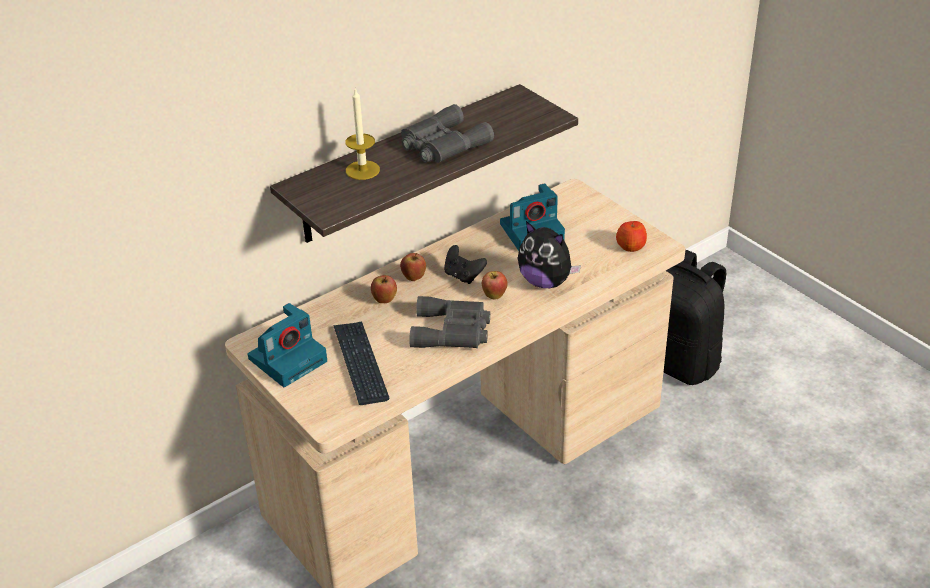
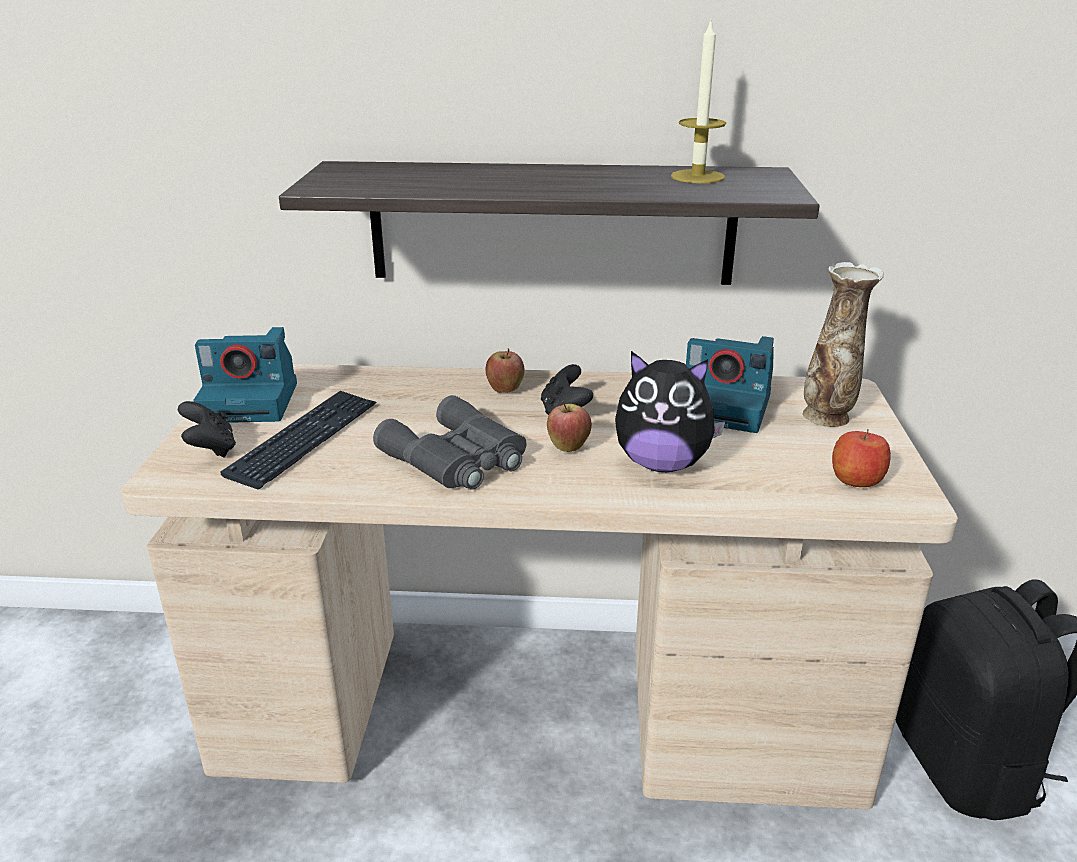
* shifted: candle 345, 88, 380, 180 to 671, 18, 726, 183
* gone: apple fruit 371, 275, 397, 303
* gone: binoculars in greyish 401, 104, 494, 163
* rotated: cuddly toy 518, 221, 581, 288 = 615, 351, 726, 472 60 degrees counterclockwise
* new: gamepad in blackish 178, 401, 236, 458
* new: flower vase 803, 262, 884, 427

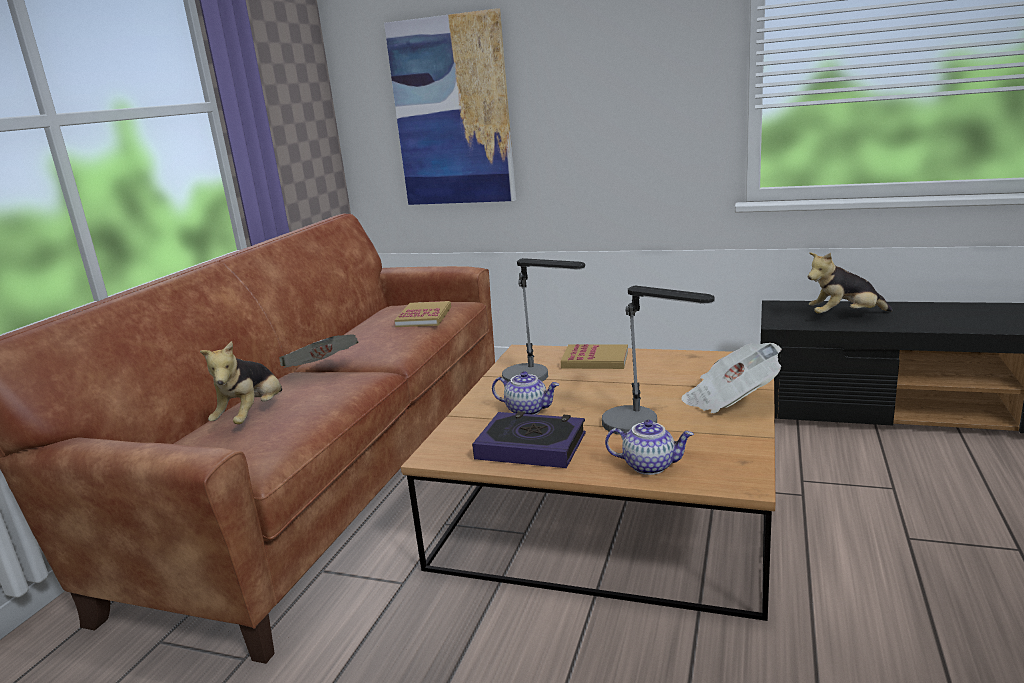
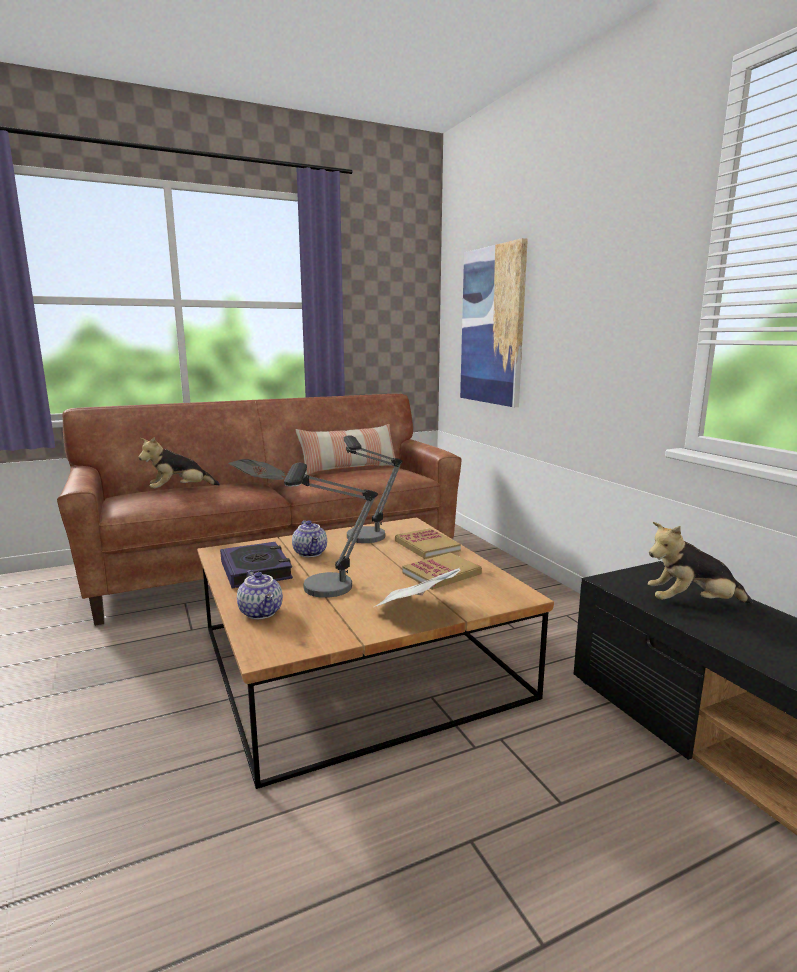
* shifted: volume 395, 301, 451, 327 to 403, 553, 482, 590
* rotated: cuddly toy 808, 252, 893, 314 = 648, 522, 752, 604 45 degrees counterclockwise
* new: throw pillow 295, 424, 395, 475

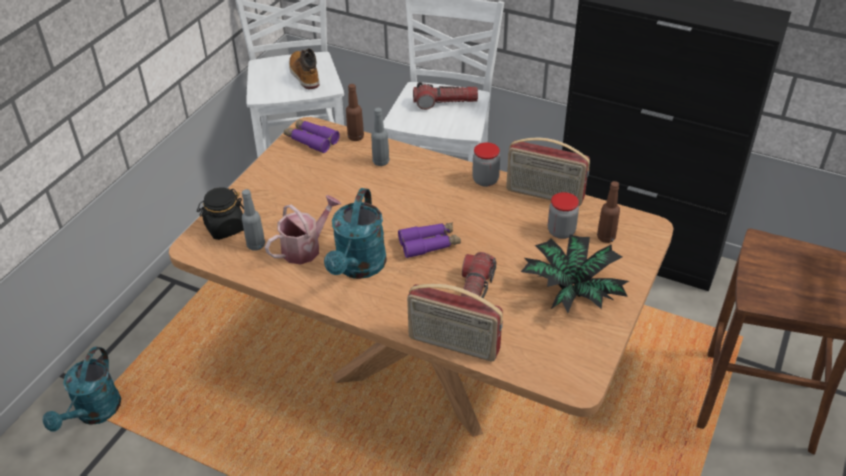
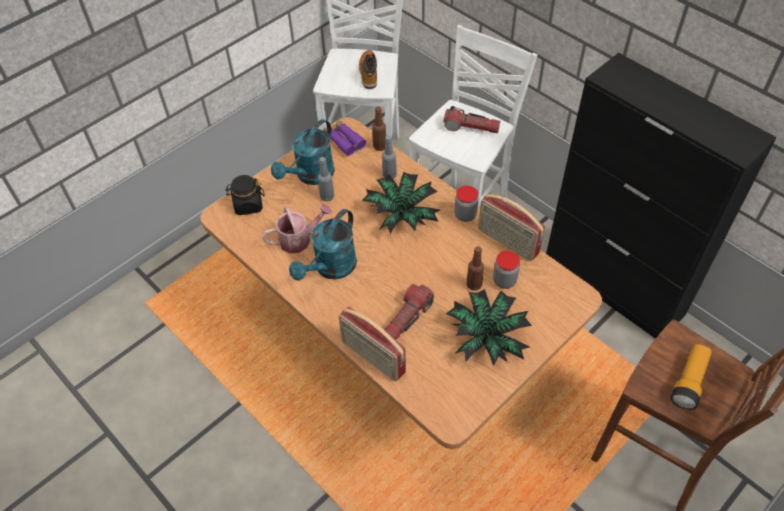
* shifted: watering can in blue-green 43, 347, 121, 432 to 271, 119, 335, 185
* shifted: beverage bottle in greyish 242, 189, 265, 251 to 318, 157, 334, 201
* gone: binoculars in purple-coloured 398, 222, 461, 258
* shifted: beverage bottle in brown 597, 181, 620, 243 to 466, 246, 484, 291
* new: houseplant 362, 172, 440, 234
* new: hand torch 671, 344, 712, 410

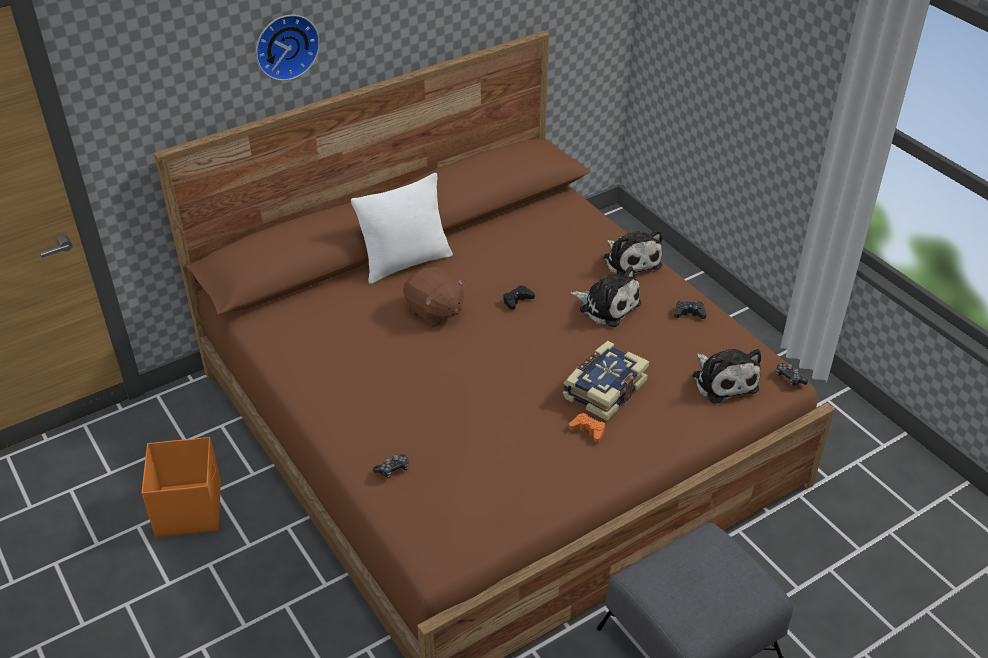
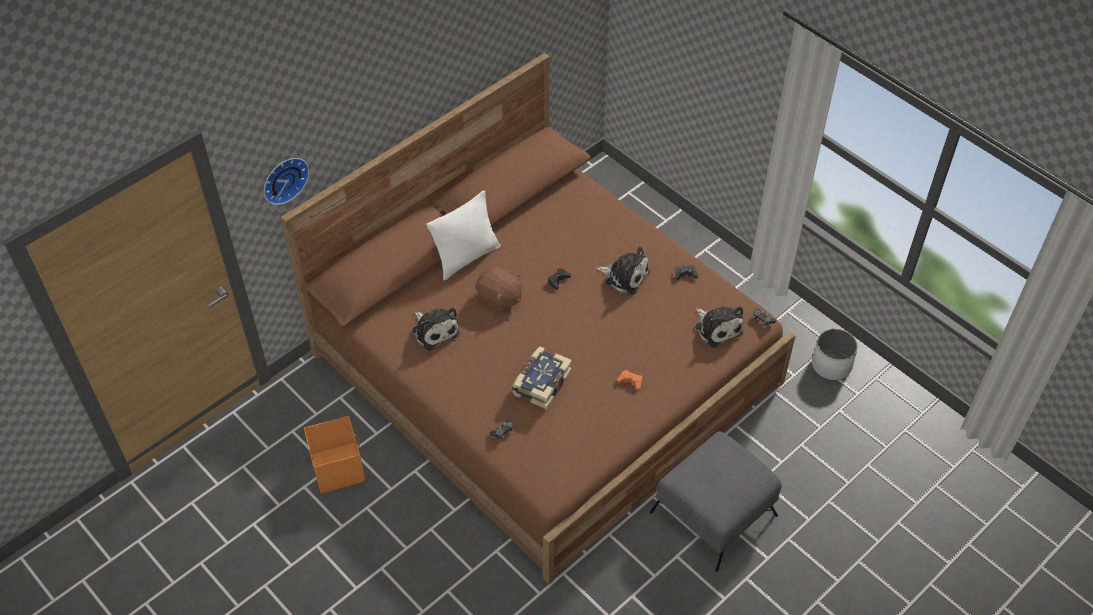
* shifted: hanging clock 256, 15, 320, 81 to 264, 158, 309, 205
* shifted: volume 563, 341, 649, 421 to 512, 346, 572, 410
* shifted: cuddly toy 603, 229, 662, 275 to 412, 307, 460, 351
* new: planter in white 812, 328, 858, 380

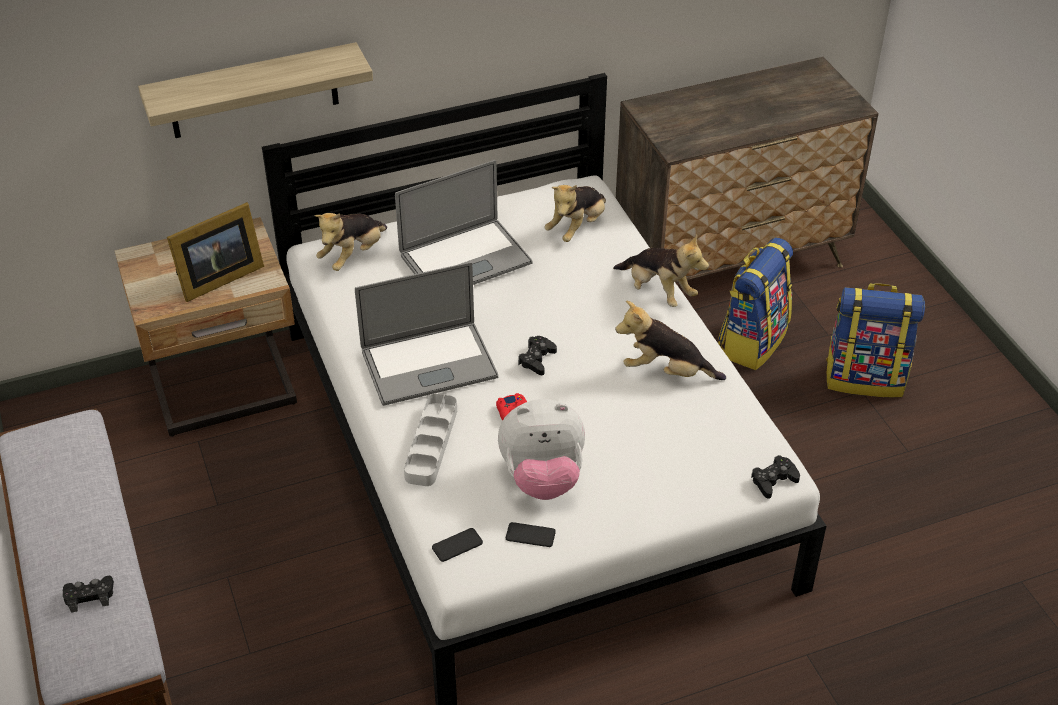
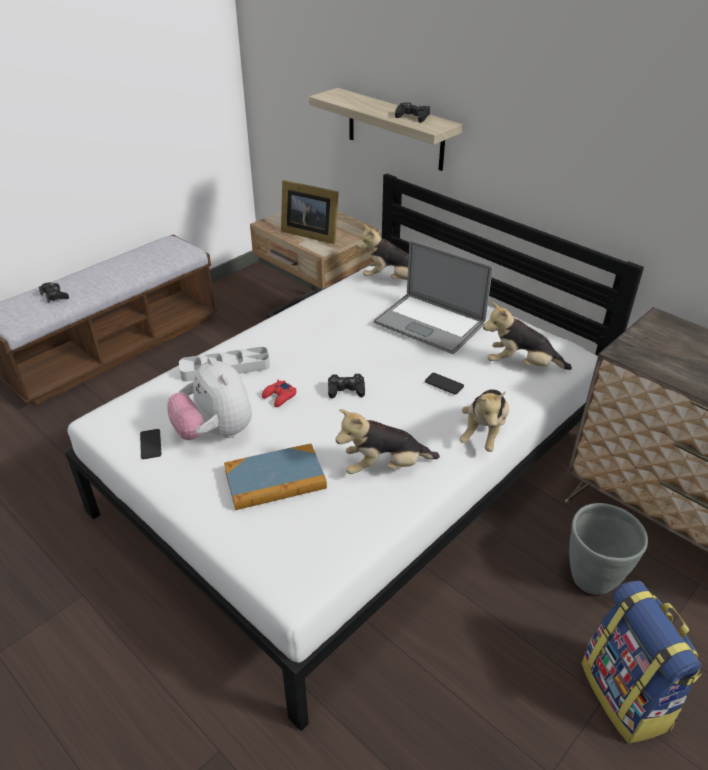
* gone: portable computer 355, 262, 498, 406
* shifted: phone 432, 528, 483, 562 to 425, 373, 464, 395
* rotated: cuddly toy 615, 301, 726, 380 = 335, 409, 440, 474 90 degrees counterclockwise
* swapped: knapsack 718, 238, 793, 370 to planter in greyish 569, 503, 648, 595
* shifted: gamepad in blackish 751, 455, 800, 499 to 395, 102, 430, 123
* new: volume 224, 444, 327, 510

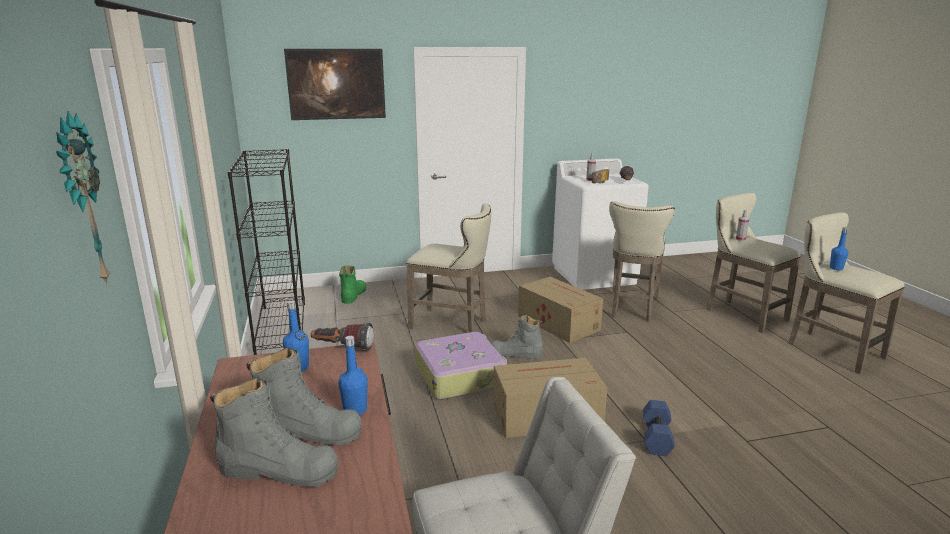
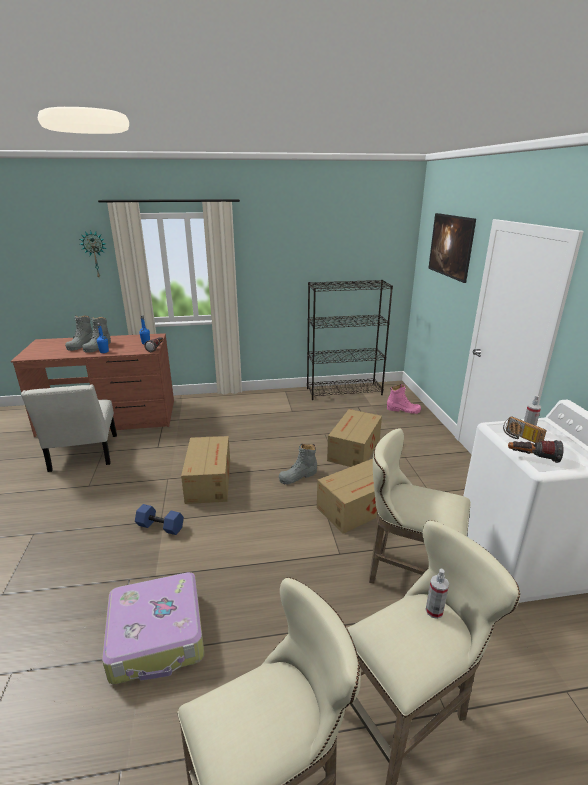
* repainted: high-top boot in green-coloured 339, 265, 366, 304 to high-top boot in pink 387, 384, 421, 414
* swapped: sitting stool in beige 406, 203, 491, 332 to cardboard box 327, 409, 382, 467
* shifted: piece of luggage 415, 332, 507, 400 to 102, 572, 204, 685
* rotated: high-top boot in greyish 491, 315, 543, 359 = 279, 443, 317, 484 135 degrees counterclockwise
* gone: beverage bottle in blue-coloured 830, 227, 849, 270

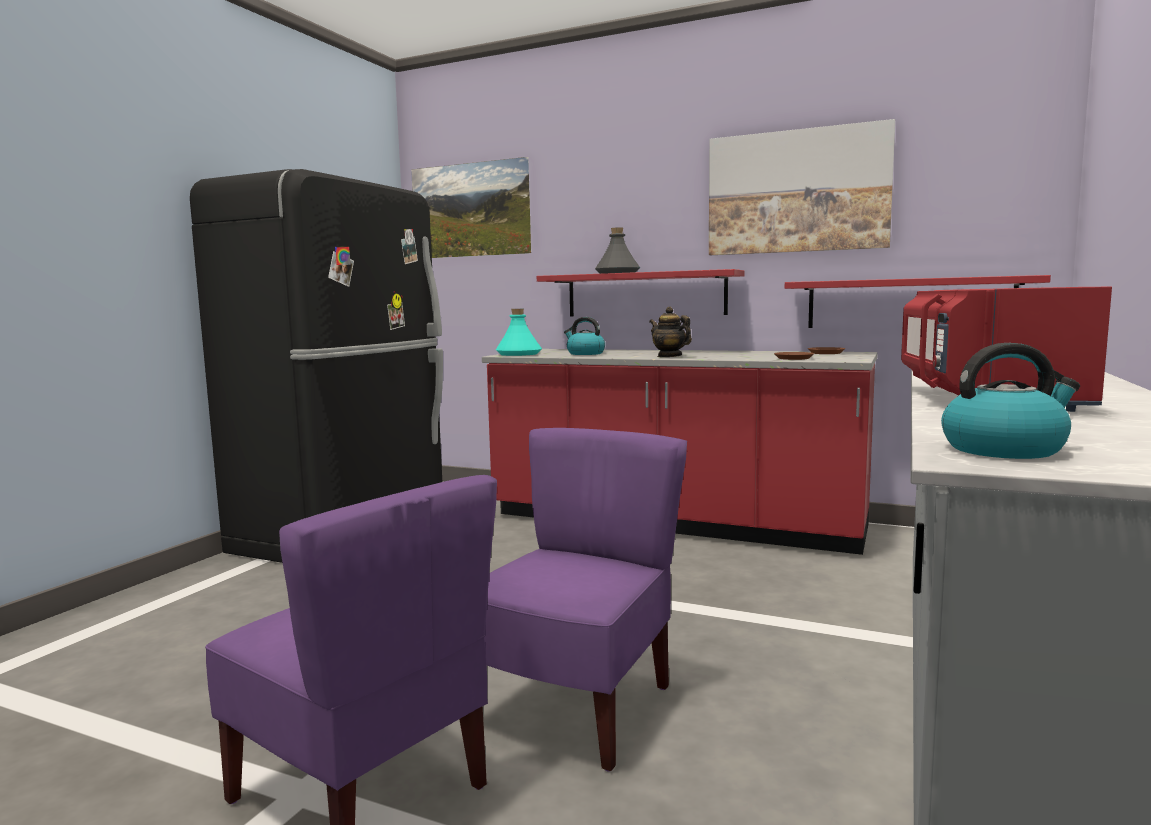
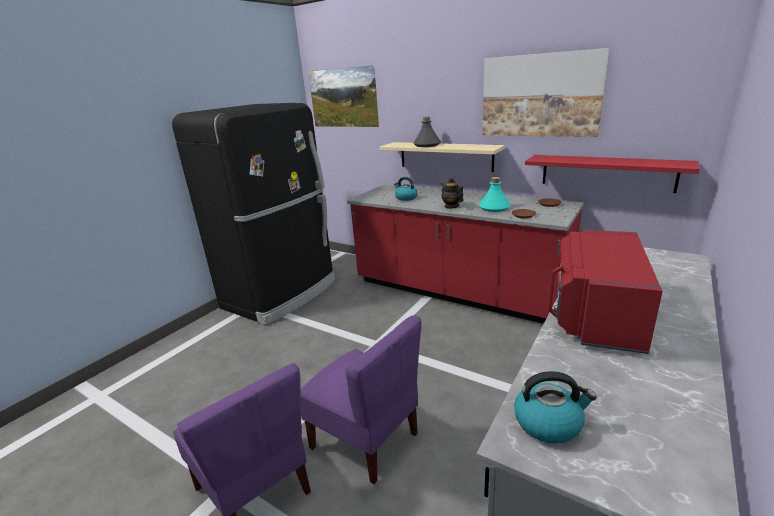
* rotated: upright chair in purple-coloured 484, 428, 687, 771 = 300, 315, 421, 484 90 degrees clockwise
* shifted: beverage bottle in blue-green 496, 309, 542, 356 to 479, 177, 511, 212
* repainted: bracket shelf in red-coloured 537, 269, 745, 317 to bracket shelf in beige 379, 142, 505, 172

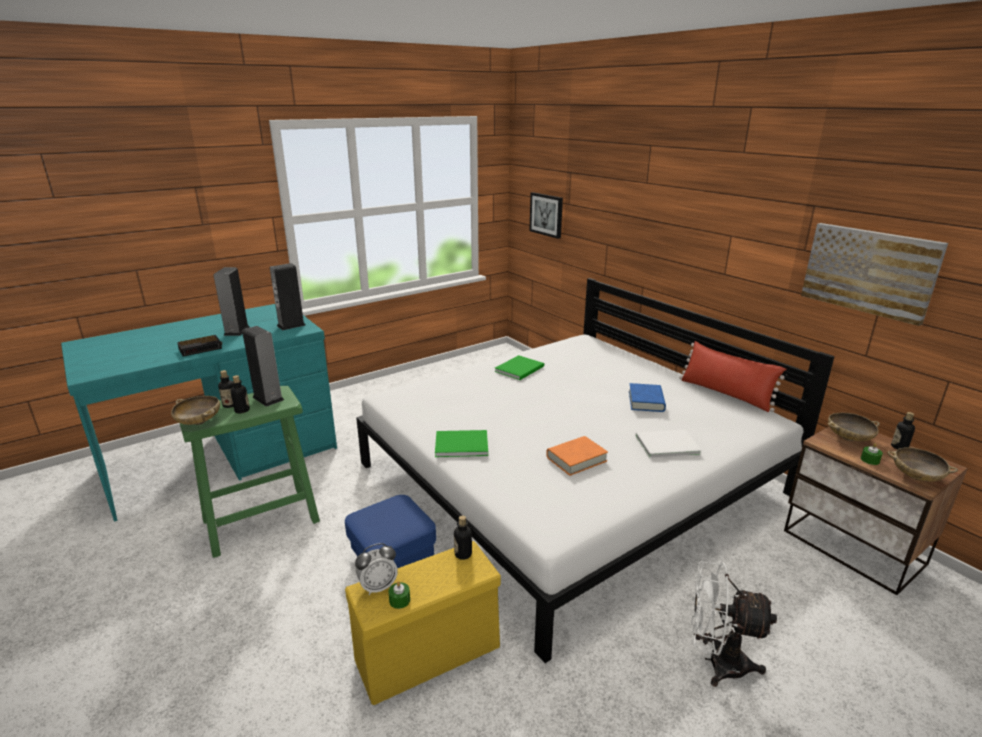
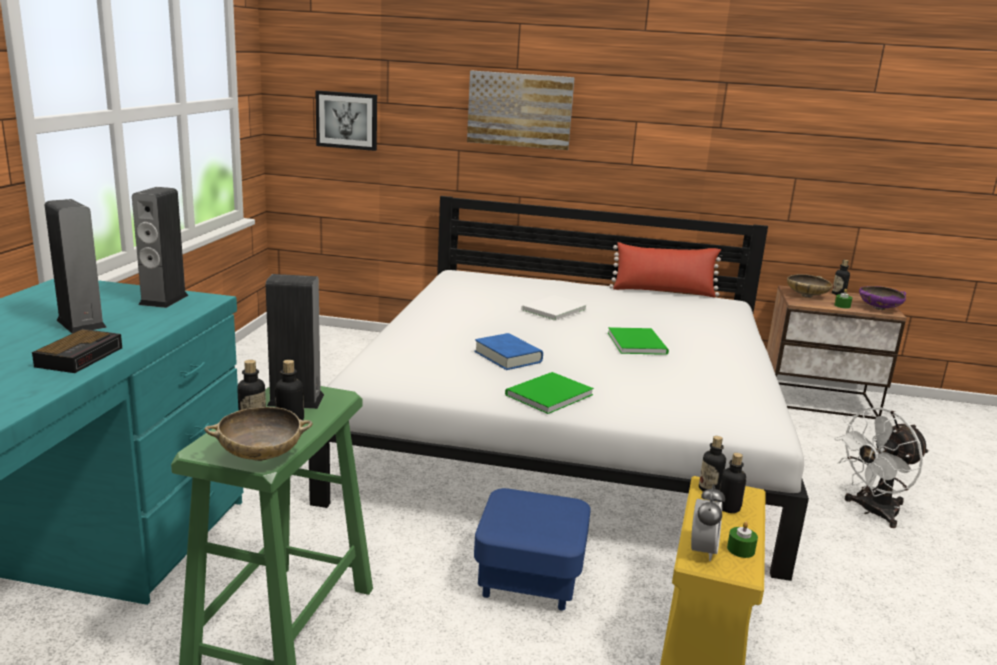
* shifted: volume in green-coloured 495, 355, 544, 380 to 608, 327, 669, 355
* gone: volume in orange-coloured 546, 436, 608, 476
* shifted: volume in blue-coloured 629, 383, 666, 412 to 474, 333, 543, 370
* shifted: volume in white 635, 430, 702, 458 to 521, 295, 587, 321
* shifted: wall picture 801, 223, 948, 326 to 467, 71, 575, 150
* repainted: serving bowl in beige 887, 447, 958, 482 to serving bowl in purple-coloured 859, 286, 906, 310
* new: beverage bottle 718, 453, 746, 513

